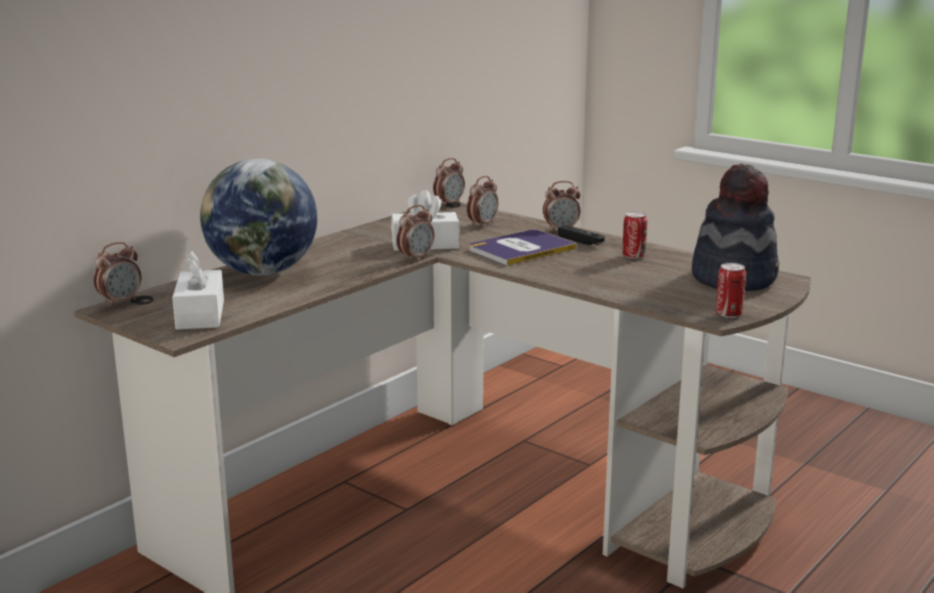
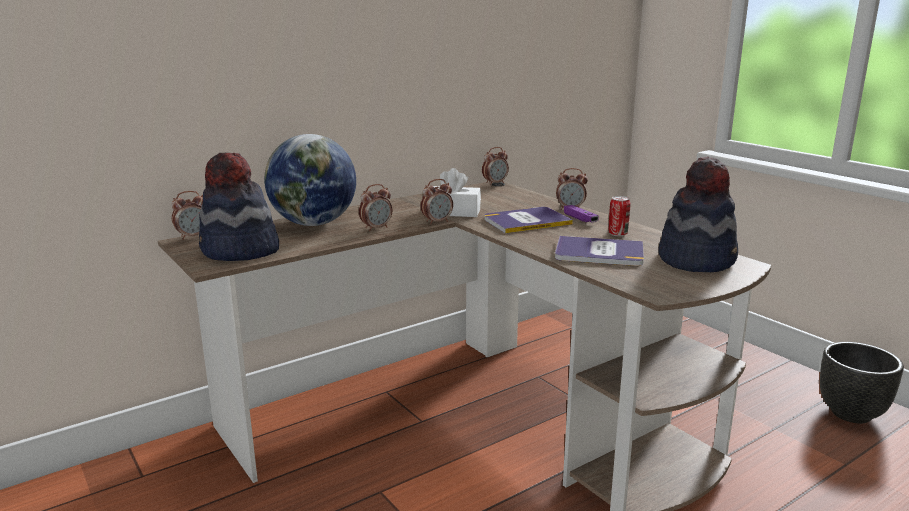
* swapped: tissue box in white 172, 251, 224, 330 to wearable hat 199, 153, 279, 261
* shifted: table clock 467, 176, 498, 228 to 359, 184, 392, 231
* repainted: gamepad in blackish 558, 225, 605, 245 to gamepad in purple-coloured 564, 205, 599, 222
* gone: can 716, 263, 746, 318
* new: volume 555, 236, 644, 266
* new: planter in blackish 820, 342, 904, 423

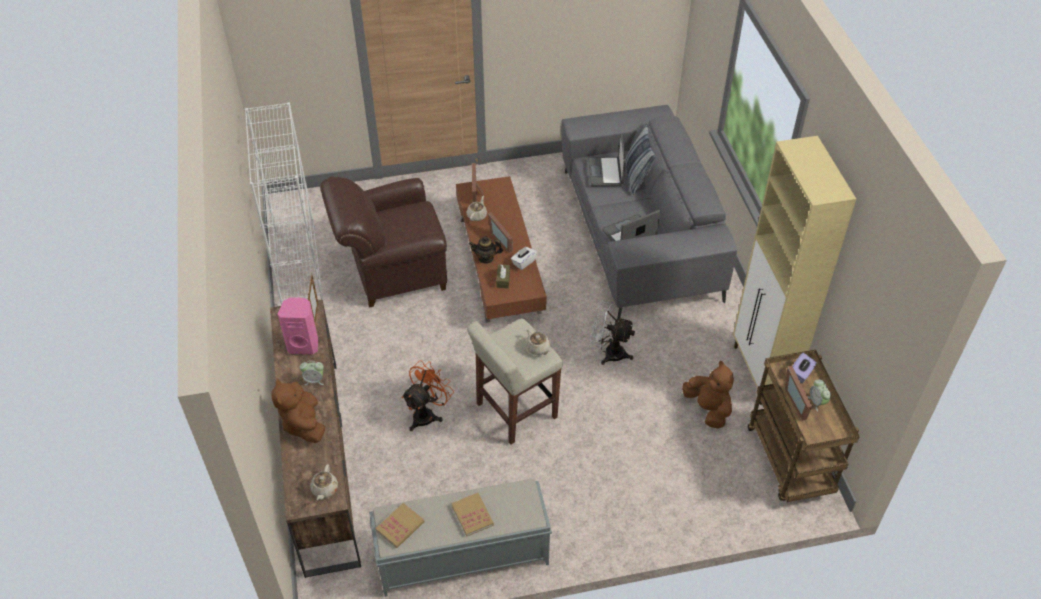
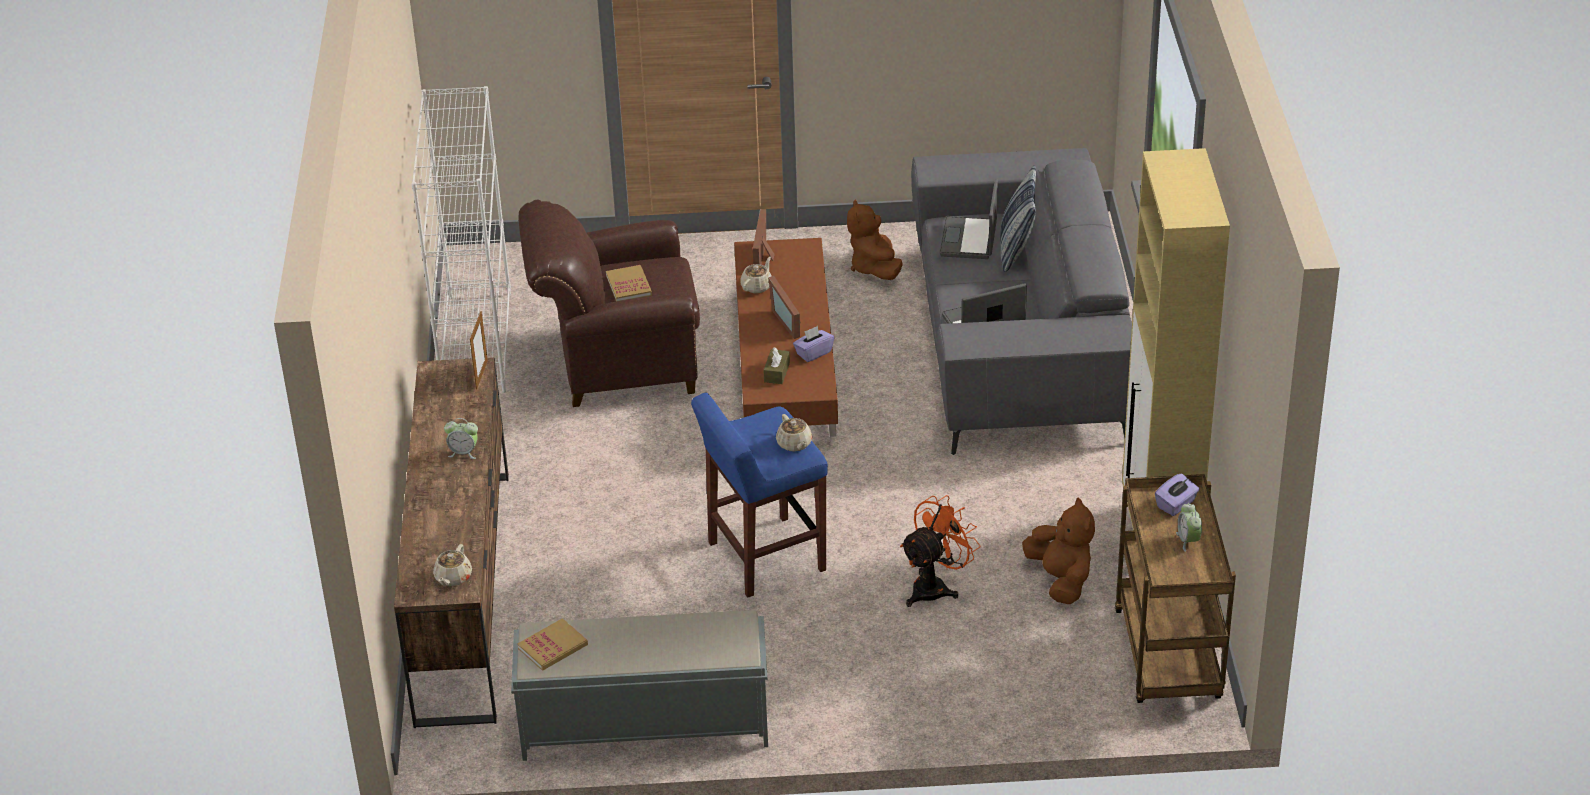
* shifted: cuddly toy in brown 271, 379, 325, 443 to 847, 199, 903, 280
* gone: speaker in pink 278, 297, 318, 354
* shifted: electric fan in orange-coloured 402, 360, 454, 431 to 900, 495, 981, 607
* shifted: volume 451, 493, 494, 537 to 606, 265, 652, 301
* repainted: sitting stool in beige 467, 319, 563, 444 to sitting stool in blue-coloured 691, 392, 828, 598
* gone: pot for tea 469, 236, 503, 264
* repainted: tissue box in white 511, 246, 537, 270 to tissue box in purple-coloured 793, 326, 834, 362
* gone: electric fan in white 590, 302, 635, 365
* gone: picture frame 785, 366, 812, 421

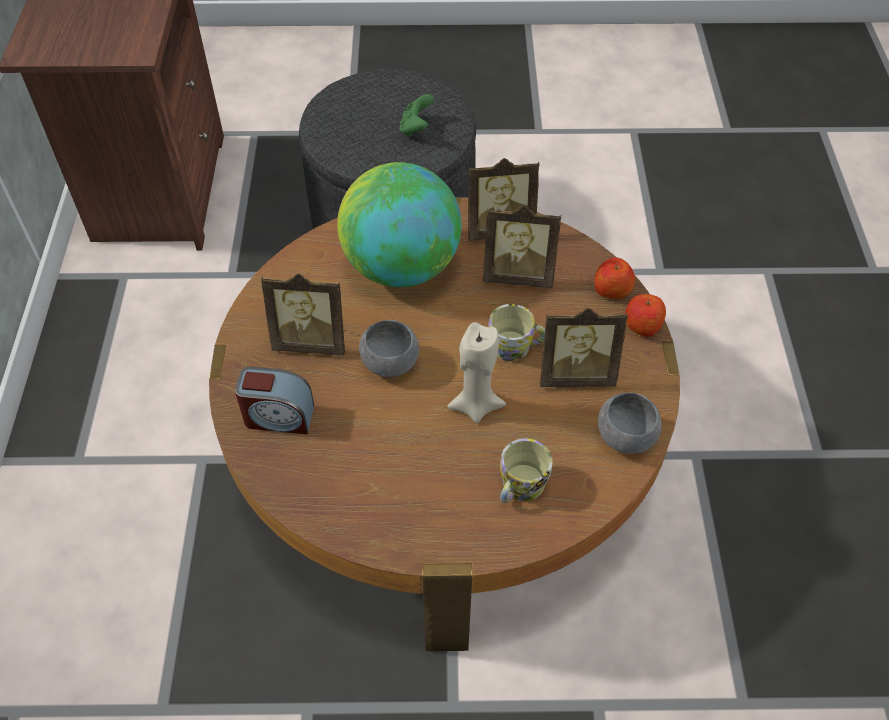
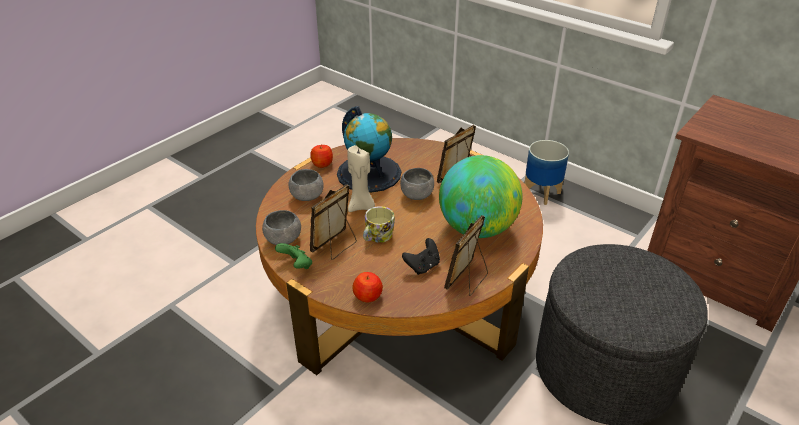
* gone: table clock 235, 367, 314, 434
* shifted: gamepad in green-coloured 399, 94, 434, 137 to 275, 243, 312, 269
* swapped: picture frame 483, 205, 561, 288 to gamepad in blackish 402, 238, 440, 275
* swapped: mug 500, 438, 553, 503 to serving bowl in greyish 289, 169, 324, 201
* shifted: apple fruit 625, 294, 666, 337 to 310, 145, 333, 168
* new: globe 337, 106, 401, 193
* new: planter 525, 140, 569, 205

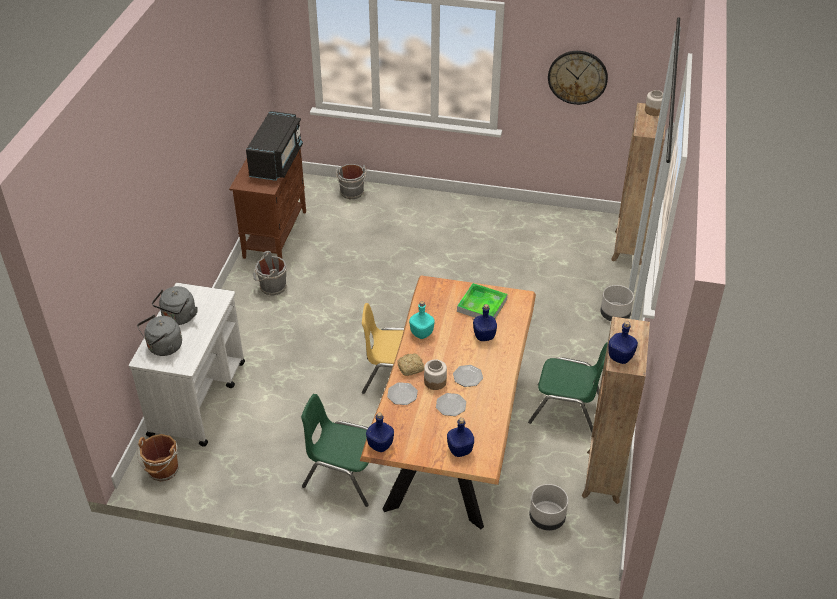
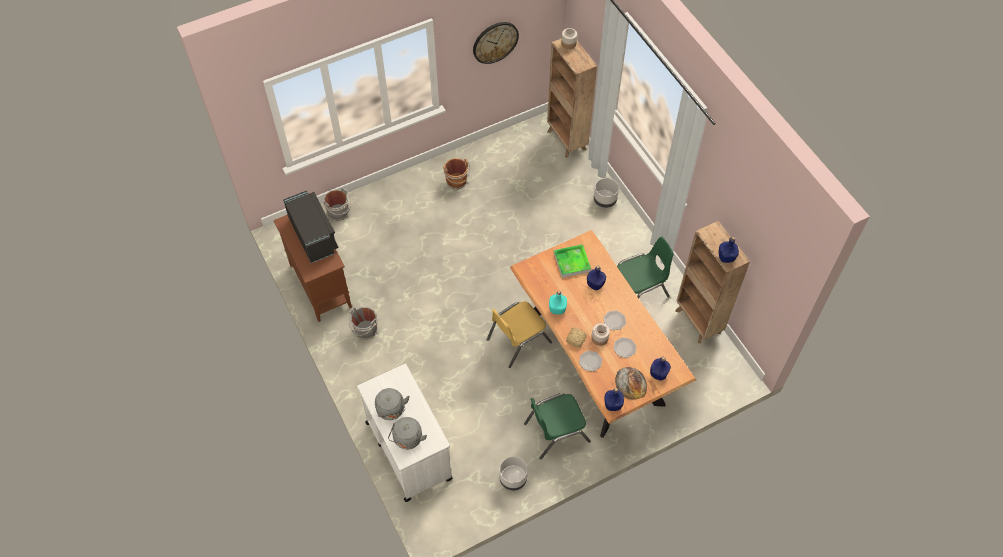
* shifted: pail in brown 137, 434, 179, 481 to 443, 158, 470, 189
* shifted: planter in greyish 529, 484, 568, 531 to 499, 456, 528, 491
* new: baked bread 615, 367, 647, 400

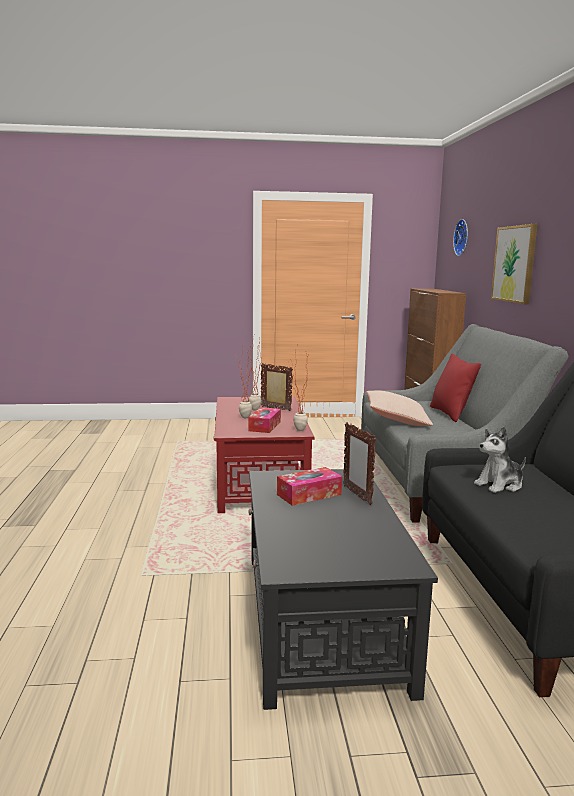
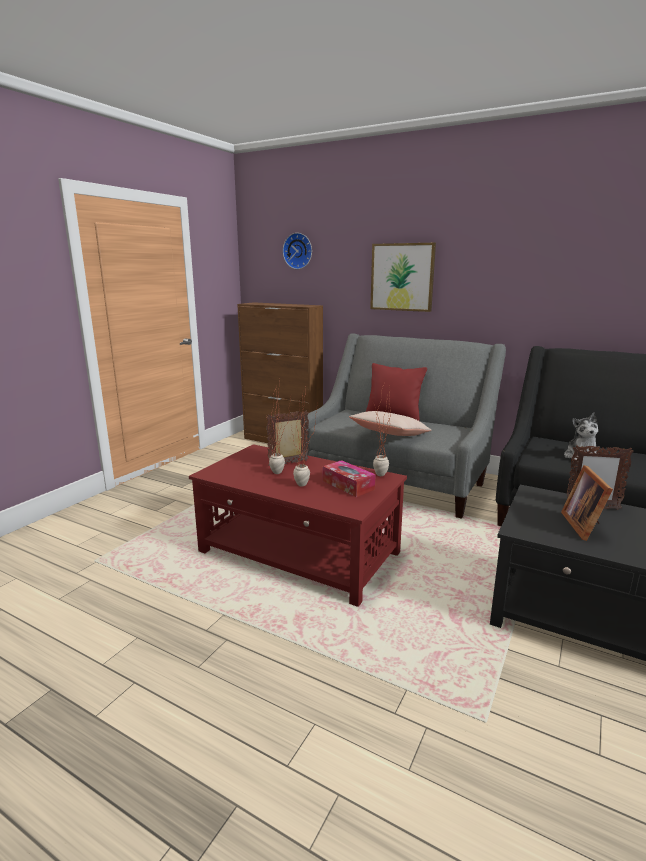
* swapped: tissue box 277, 467, 342, 506 to picture frame 561, 465, 613, 541

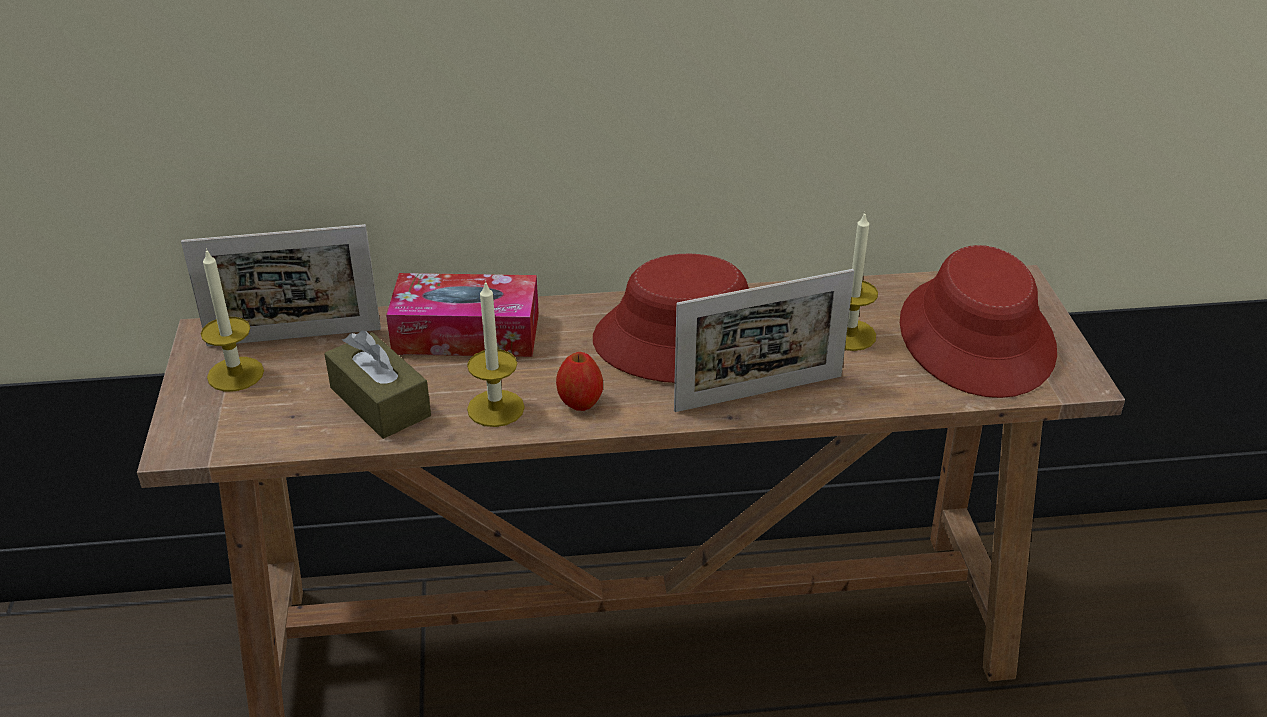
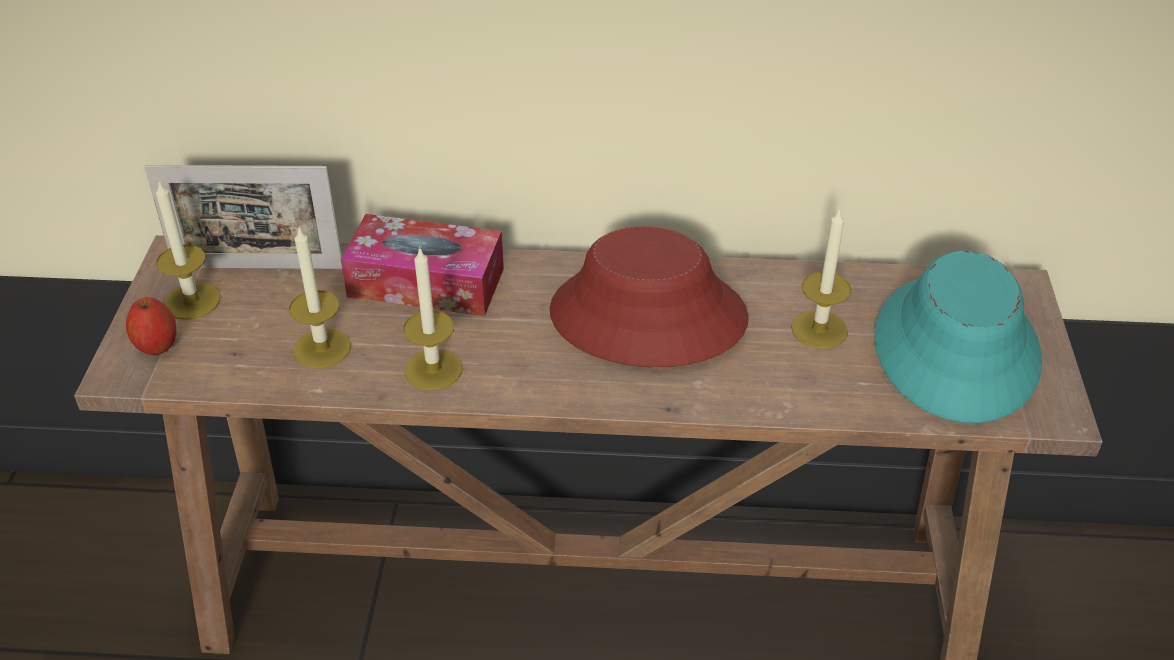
* swapped: tissue box in brown 324, 330, 431, 439 to candle 289, 228, 351, 369
* shifted: apple fruit 556, 352, 603, 411 to 126, 297, 176, 355
* gone: picture frame 674, 269, 854, 412
* repainted: wearable hat in red-coloured 900, 245, 1057, 398 to wearable hat in blue-green 874, 251, 1042, 423

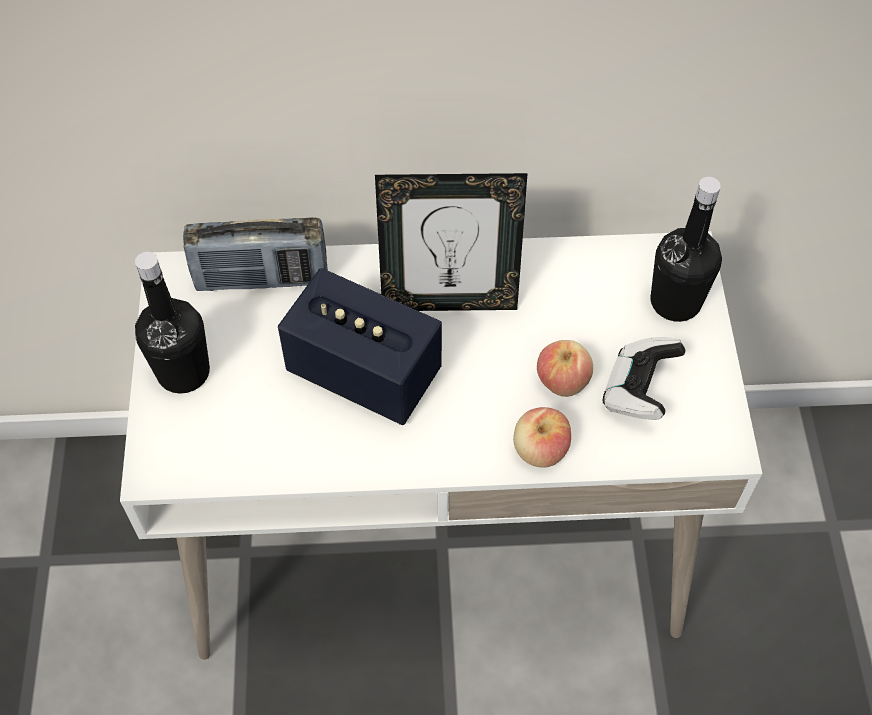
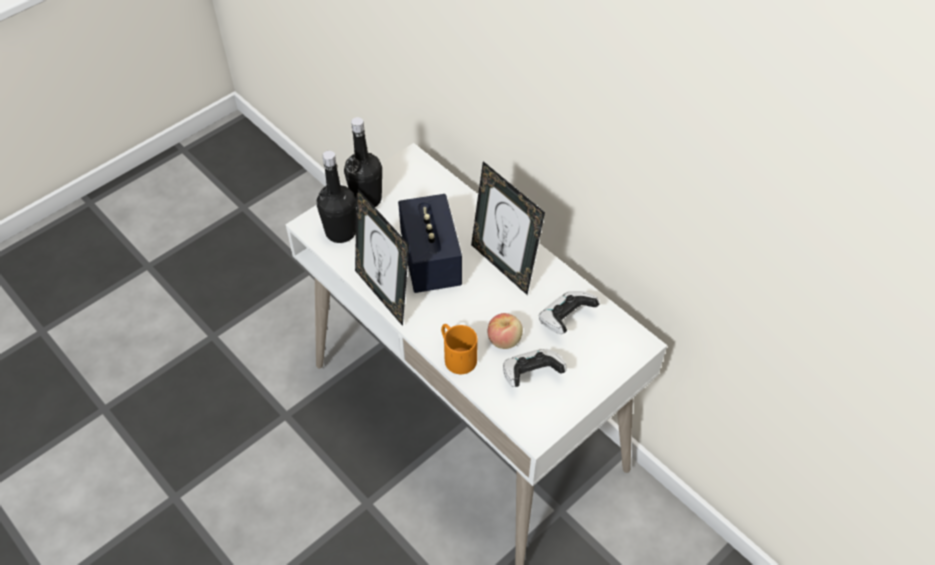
* gone: radio 183, 217, 328, 291
* swapped: apple fruit 513, 407, 571, 468 to mug in orange-coloured 441, 324, 478, 374
* shifted: beverage bottle in blackish 651, 177, 722, 322 to 317, 151, 356, 243
* new: picture frame 355, 188, 409, 326
* new: gamepad 539, 291, 599, 334

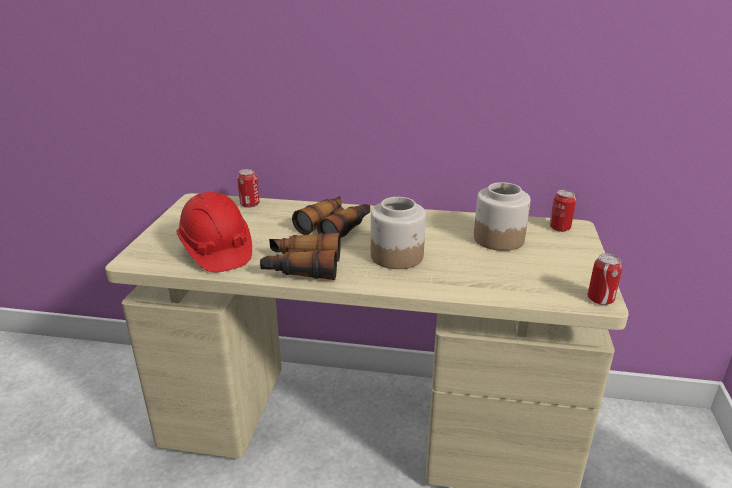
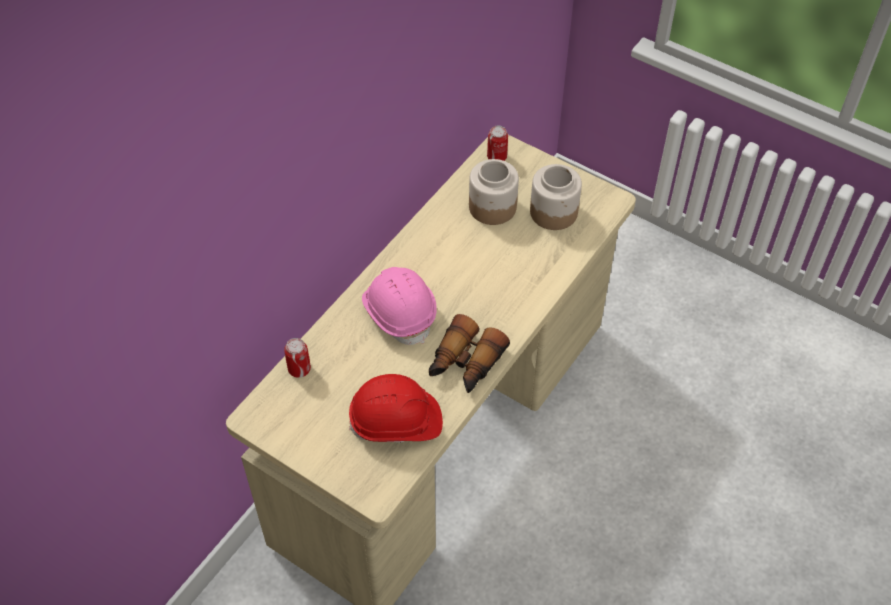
* swapped: binoculars 292, 196, 370, 239 to safety helmet in pink 362, 267, 437, 345
* shifted: jar 371, 197, 426, 269 to 530, 164, 582, 230
* gone: can 587, 254, 622, 305

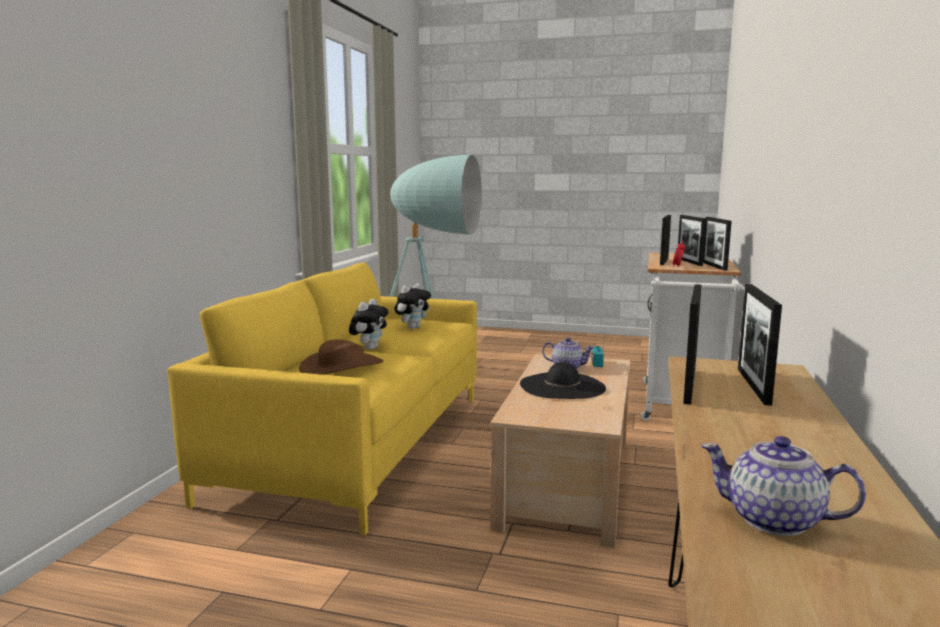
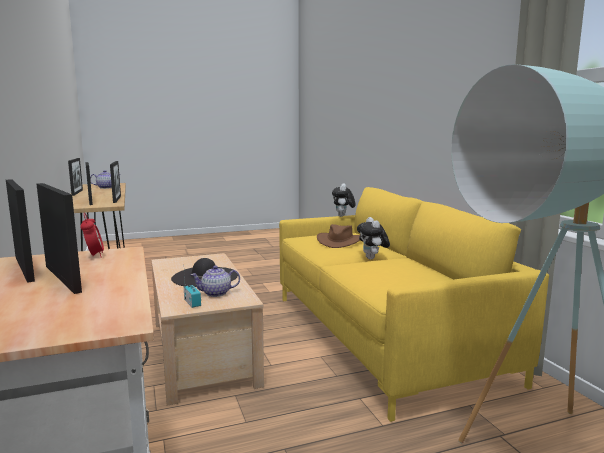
* shifted: cuddly toy 395, 283, 431, 329 to 332, 183, 356, 217
* shifted: picture frame 660, 215, 671, 265 to 68, 158, 83, 196

